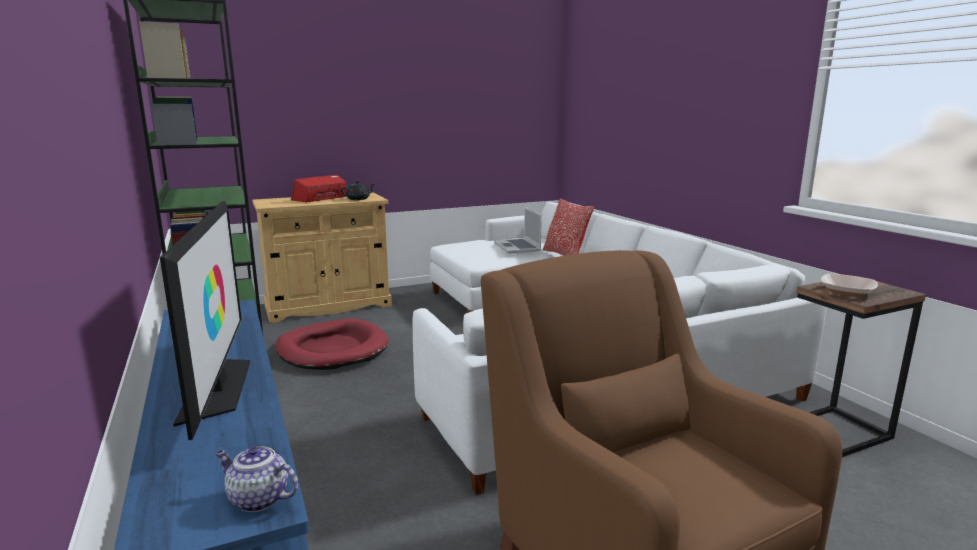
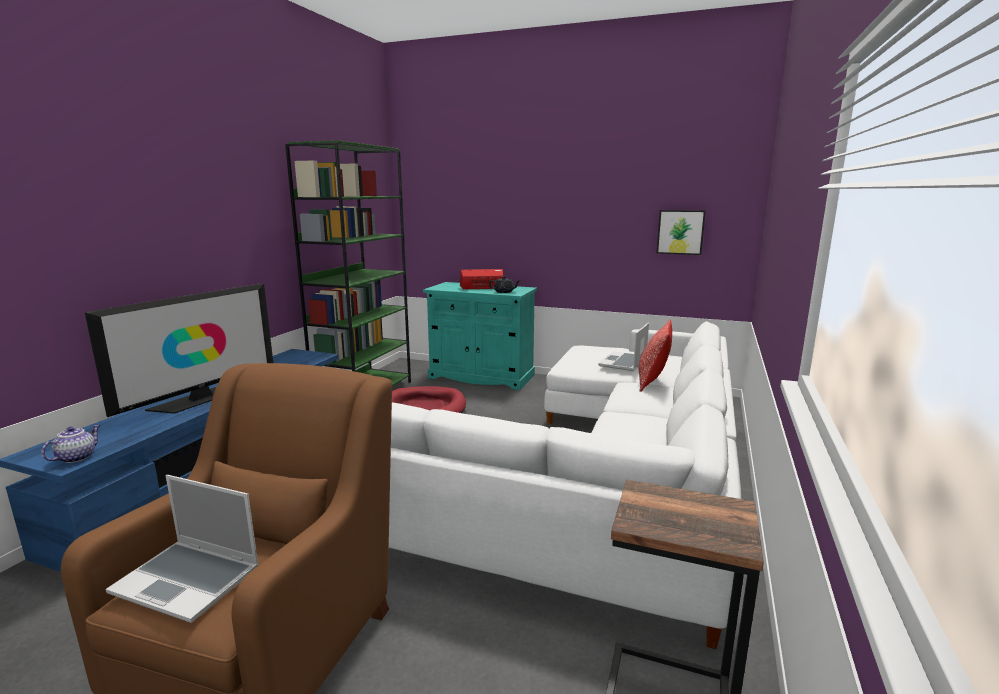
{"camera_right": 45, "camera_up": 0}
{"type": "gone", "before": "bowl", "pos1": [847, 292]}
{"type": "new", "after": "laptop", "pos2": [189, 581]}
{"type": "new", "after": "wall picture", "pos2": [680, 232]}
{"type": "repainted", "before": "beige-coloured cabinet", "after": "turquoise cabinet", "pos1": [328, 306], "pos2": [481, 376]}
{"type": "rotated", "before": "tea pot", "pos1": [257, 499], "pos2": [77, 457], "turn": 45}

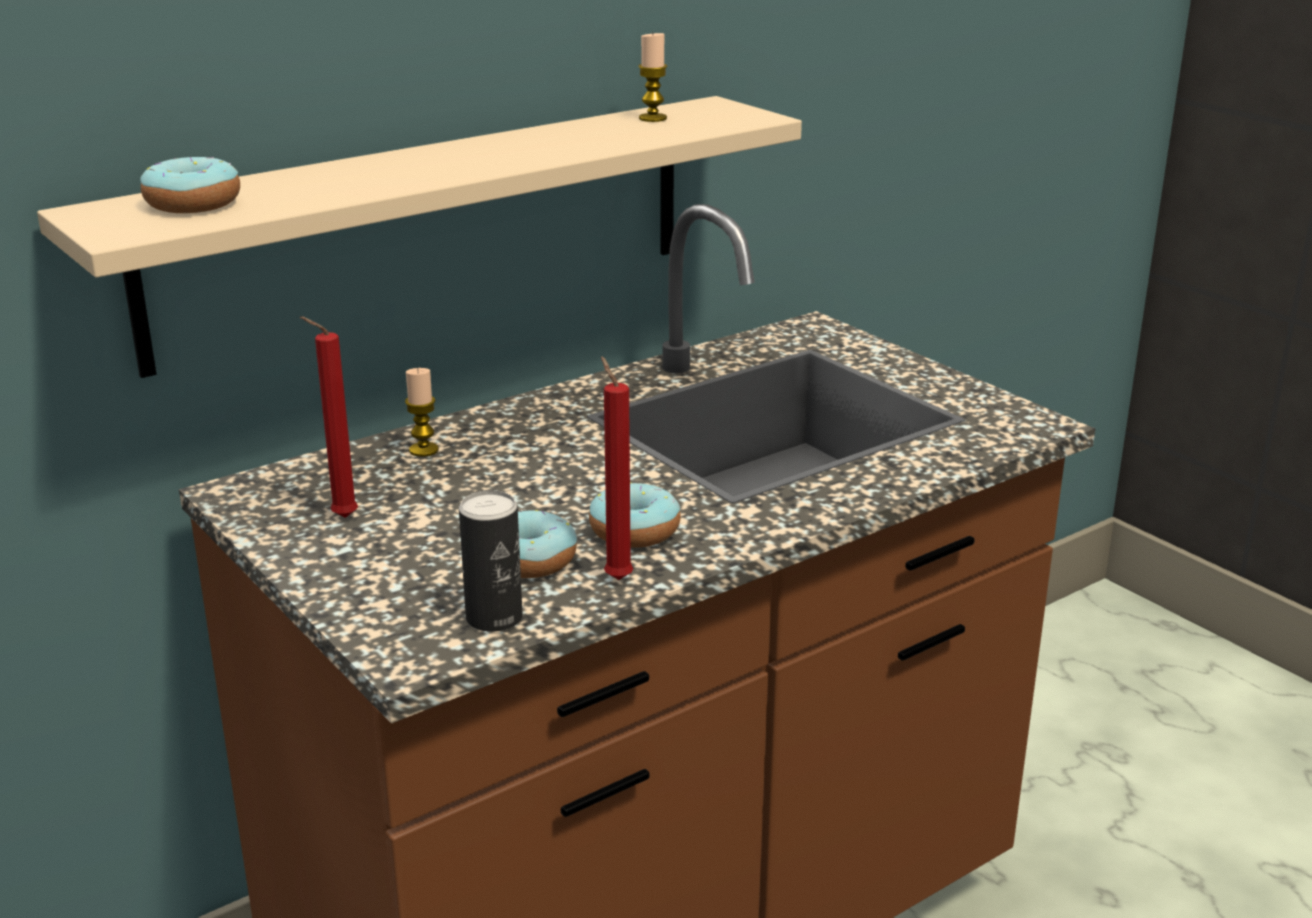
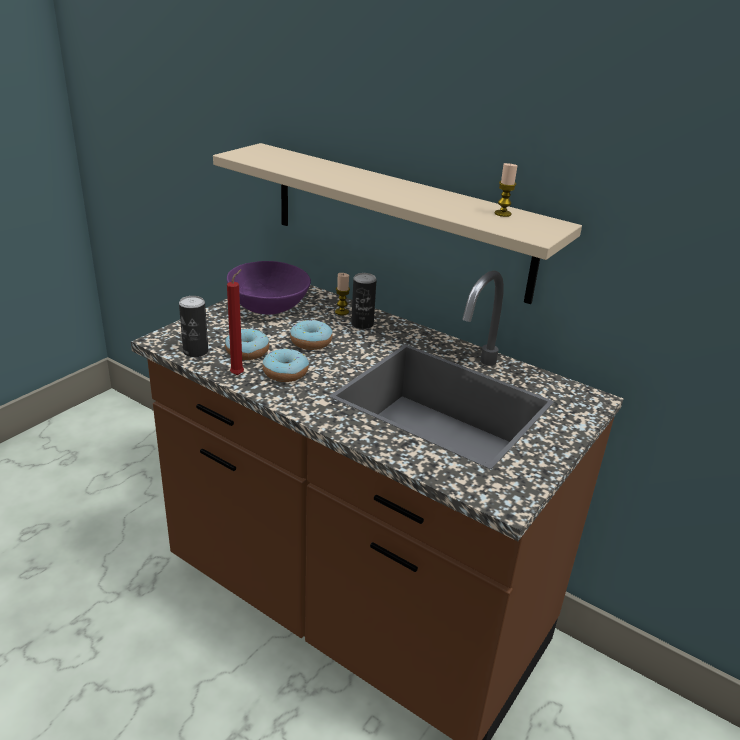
{"camera_right": 70, "camera_up": 5}
{"type": "new", "after": "can", "pos2": [362, 324]}
{"type": "shifted", "before": "donut", "pos1": [193, 203], "pos2": [311, 342]}
{"type": "swapped", "before": "red candle", "after": "purplish bowl", "pos1": [340, 518], "pos2": [269, 306]}

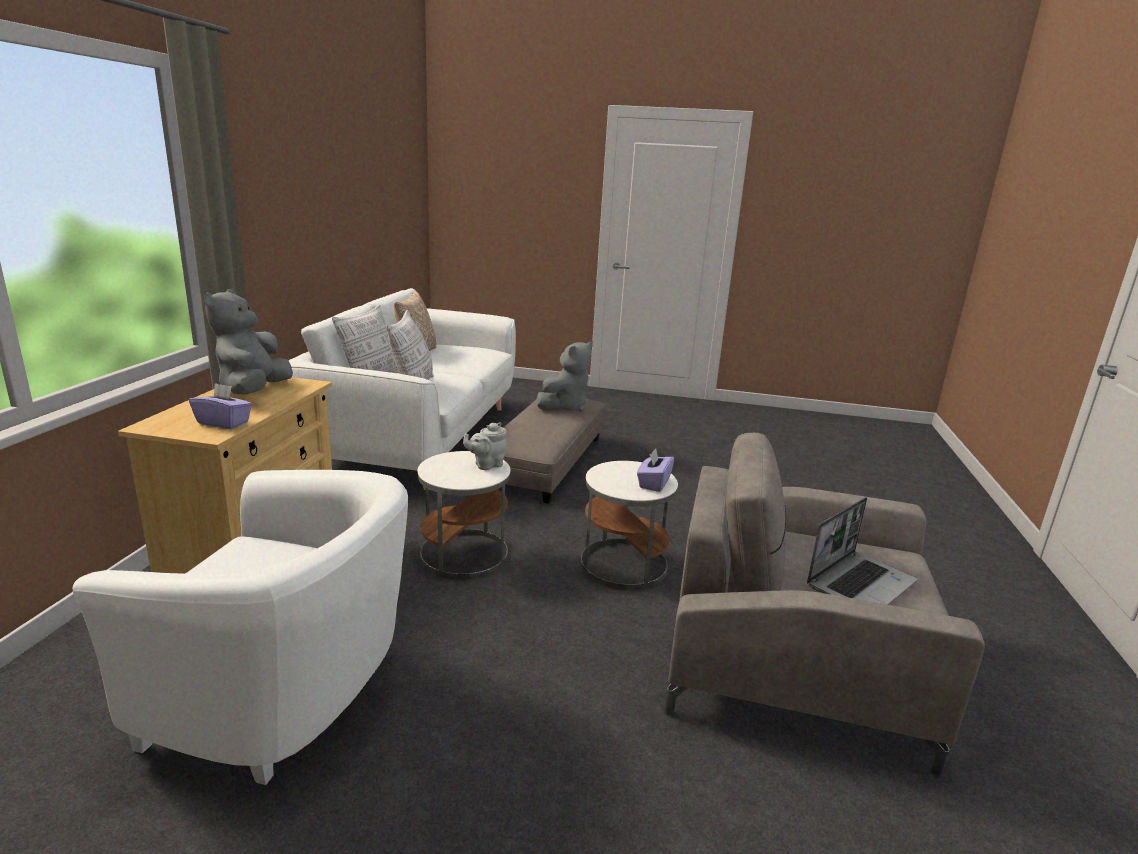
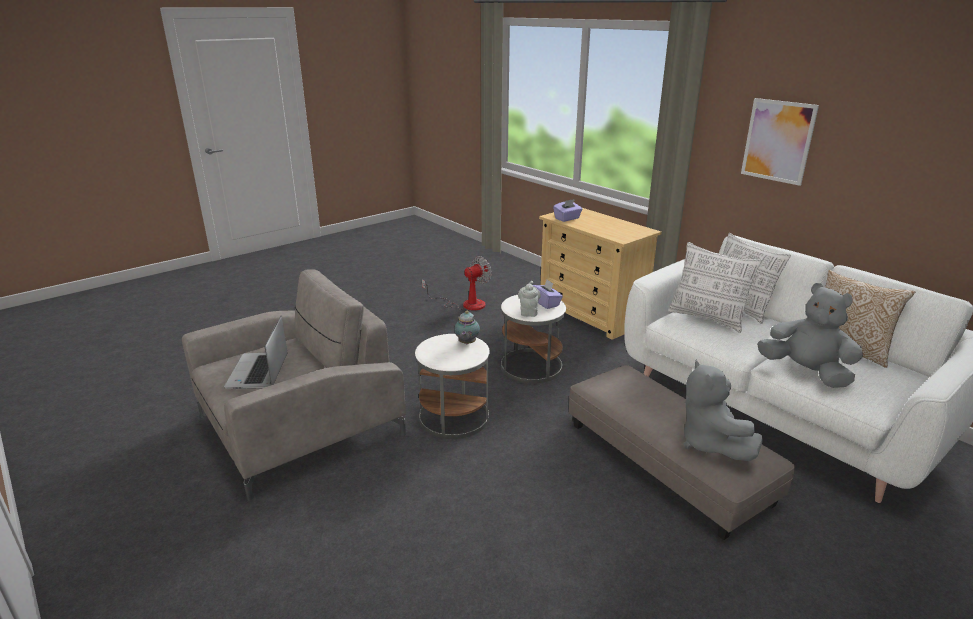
{"camera_right": 130, "camera_up": 5}
{"type": "new", "after": "tea pot", "pos2": [466, 343]}
{"type": "new", "after": "wall picture", "pos2": [778, 141]}
{"type": "shifted", "before": "grey cuddly toy", "pos1": [253, 391], "pos2": [806, 372]}
{"type": "shifted", "before": "purplish tissue holder", "pos1": [653, 483], "pos2": [546, 303]}
{"type": "swapped", "before": "whitish lounge chair", "after": "electric fan", "pos1": [289, 699], "pos2": [465, 304]}

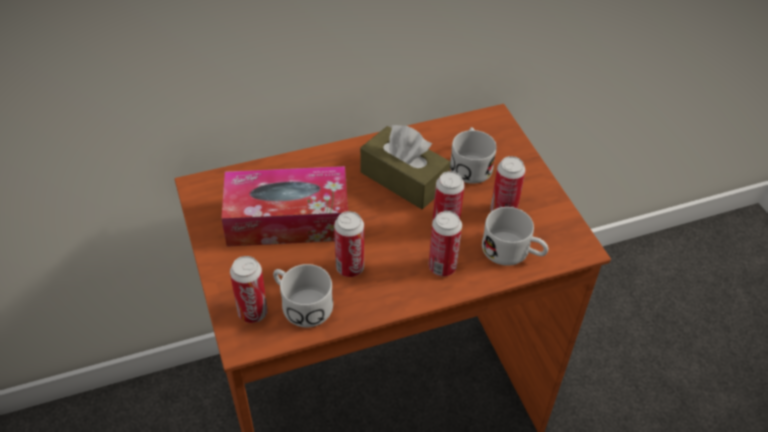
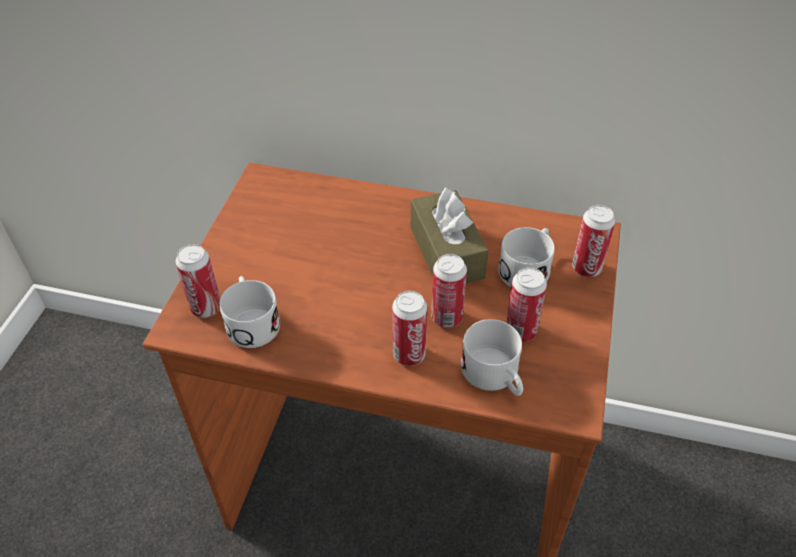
{"camera_right": 35, "camera_up": 0}
{"type": "gone", "before": "tissue holder", "pos1": [288, 219]}
{"type": "shifted", "before": "can", "pos1": [350, 268], "pos2": [586, 268]}

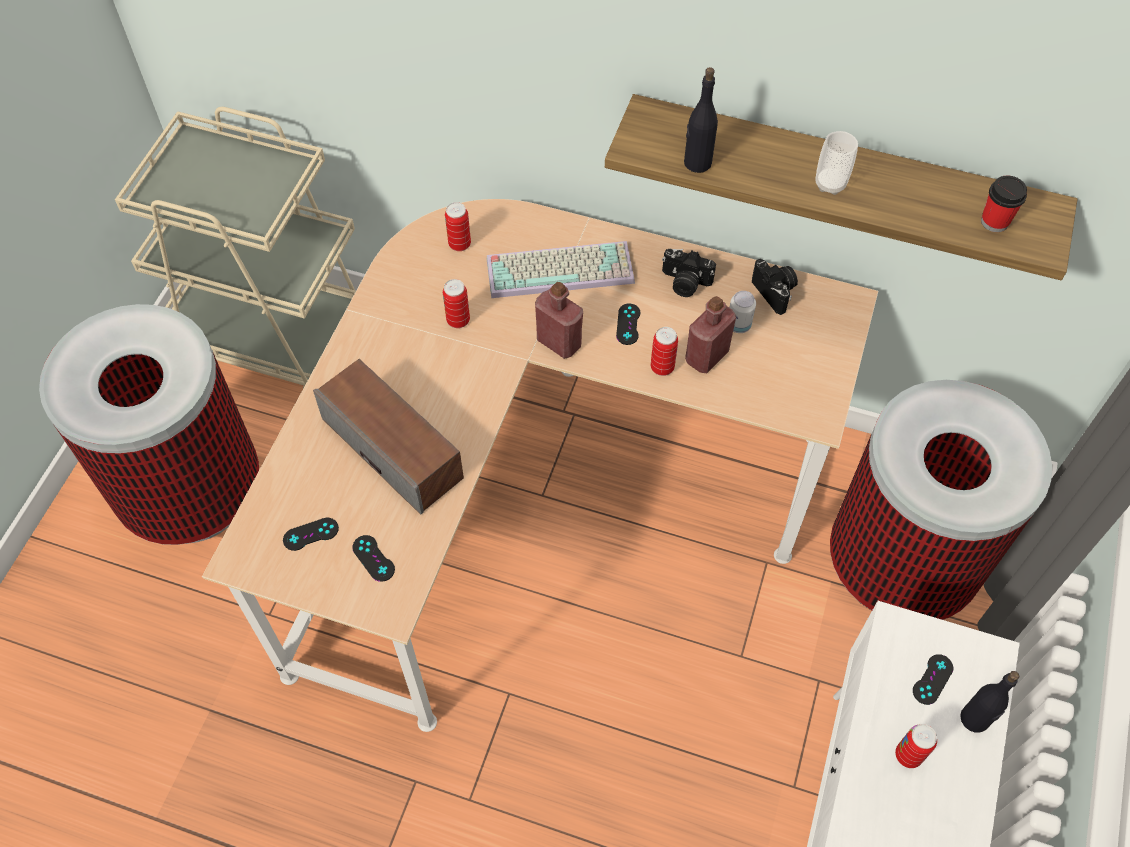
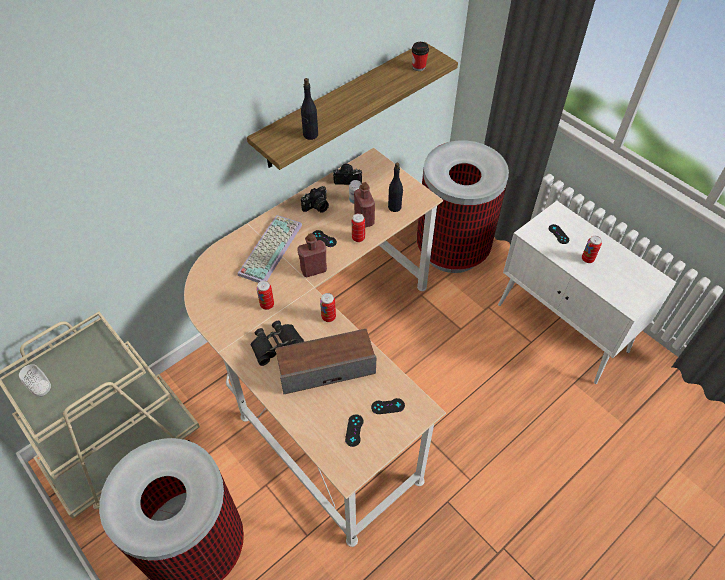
{"camera_right": -60, "camera_up": -5}
{"type": "new", "after": "black binoculars", "pos2": [276, 345]}
{"type": "shifted", "before": "can", "pos1": [459, 244], "pos2": [328, 317]}
{"type": "shifted", "before": "drinking cup", "pos1": [830, 184], "pos2": [42, 389]}
{"type": "shifted", "before": "black bottle", "pos1": [975, 719], "pos2": [395, 207]}

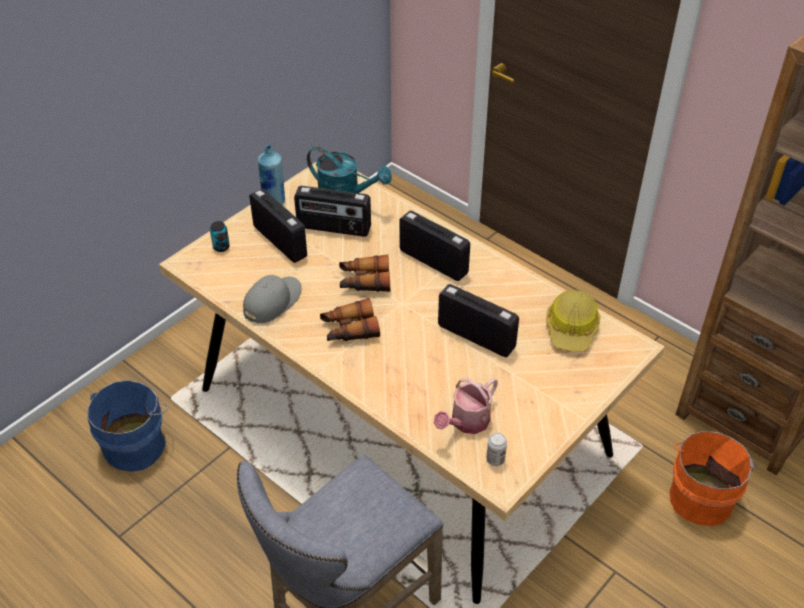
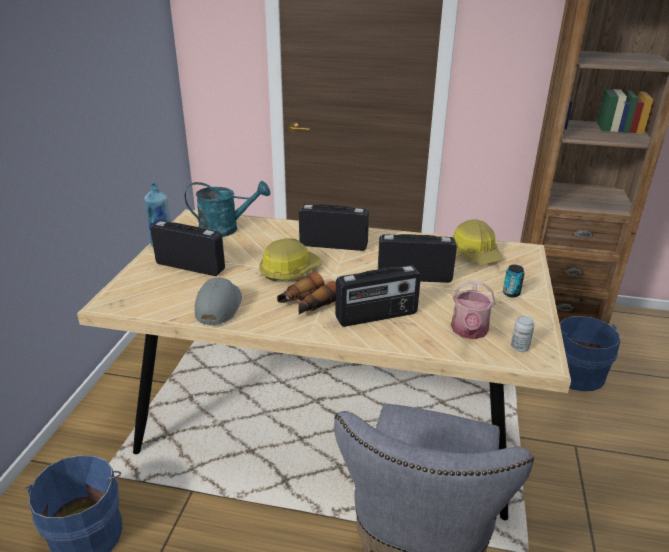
{"camera_right": -30, "camera_up": -15}
{"type": "shifted", "before": "can", "pos1": [221, 247], "pos2": [511, 293]}
{"type": "shifted", "before": "radio set", "pos1": [333, 228], "pos2": [377, 316]}
{"type": "swapped", "before": "binoculars", "after": "work helmet", "pos1": [364, 281], "pos2": [289, 270]}
{"type": "repainted", "before": "orange-coloured water bucket", "after": "blue water bucket", "pos1": [701, 496], "pos2": [576, 373]}

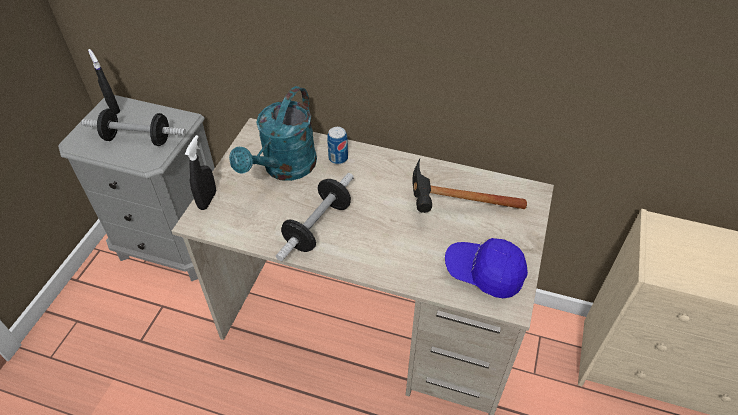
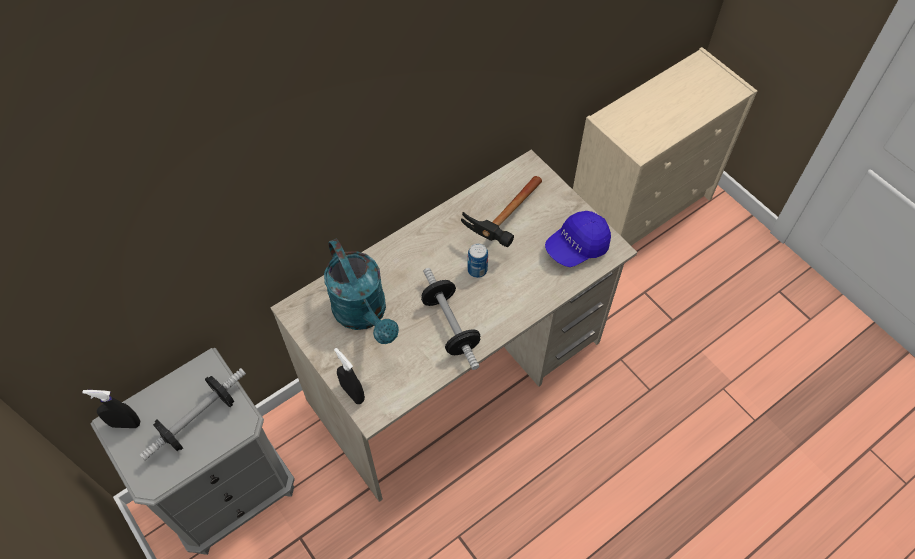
{"camera_right": -55, "camera_up": 10}
{"type": "shifted", "before": "can", "pos1": [338, 158], "pos2": [477, 270]}

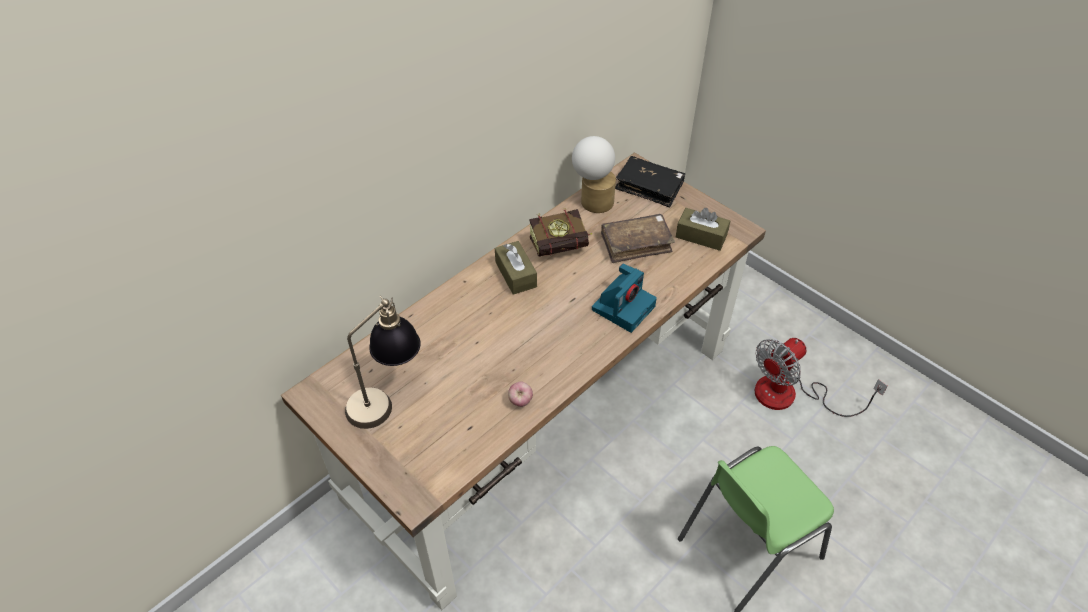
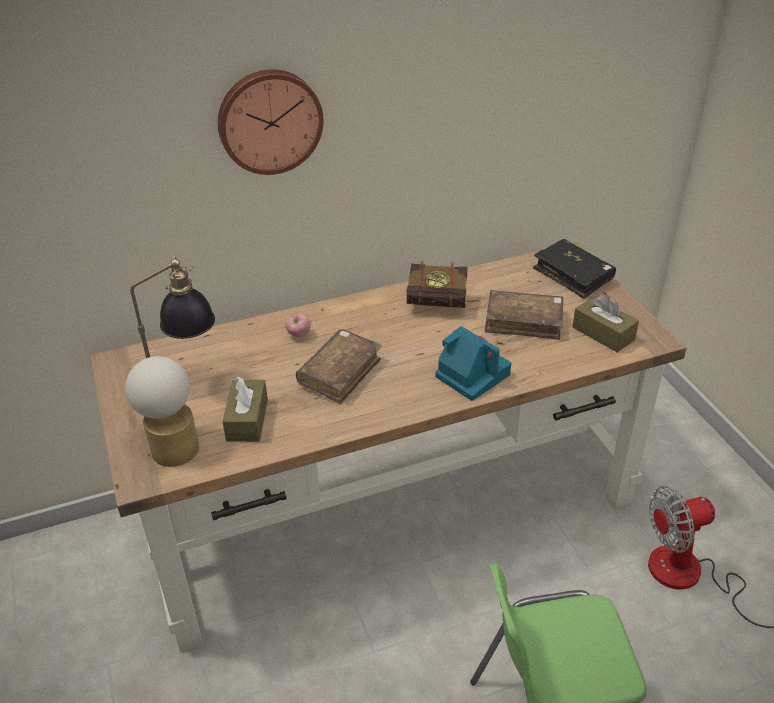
{"camera_right": 25, "camera_up": -10}
{"type": "new", "after": "clock on the wall", "pos2": [269, 121]}
{"type": "new", "after": "brown-coloured book", "pos2": [340, 373]}
{"type": "shifted", "before": "brown-coloured tissue holder", "pos1": [516, 274], "pos2": [247, 420]}
{"type": "shifted", "before": "whole apple", "pos1": [520, 401], "pos2": [299, 335]}
{"type": "shifted", "before": "lamp for a table", "pos1": [593, 200], "pos2": [173, 445]}
{"type": "rotated", "before": "still camera", "pos1": [623, 307], "pos2": [470, 375], "turn": -105}

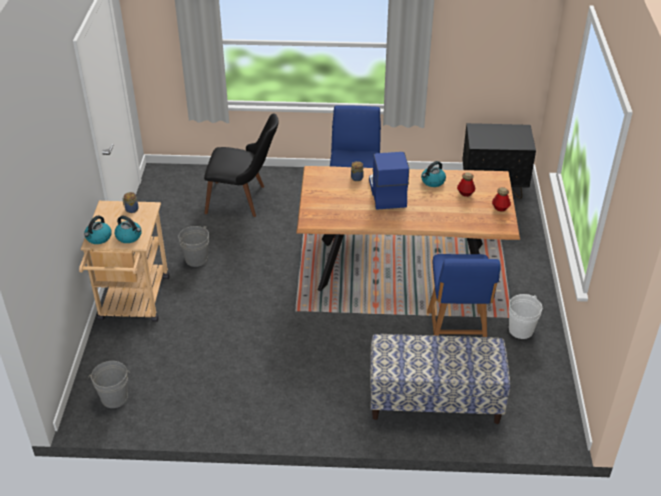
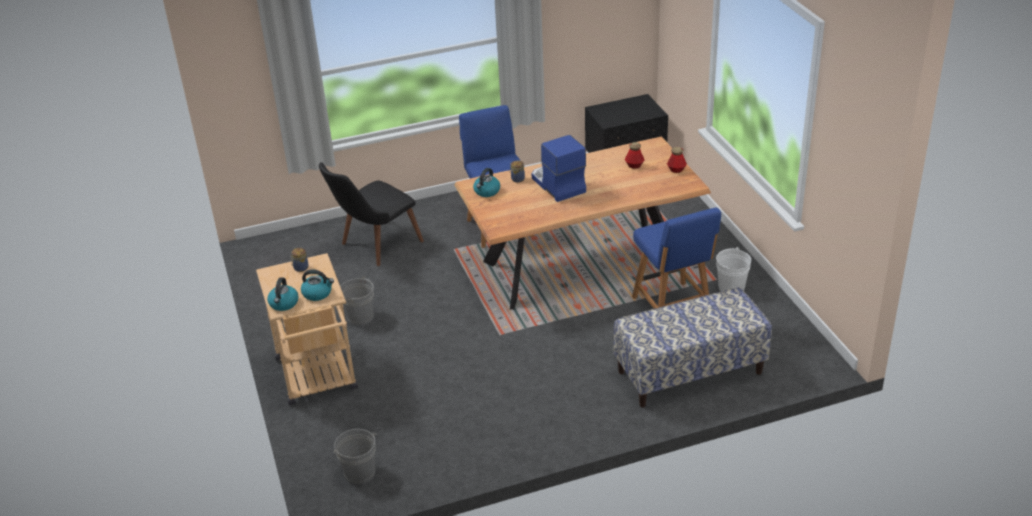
{"camera_right": -20, "camera_up": -5}
{"type": "shifted", "before": "water kettle", "pos1": [432, 181], "pos2": [487, 191]}
{"type": "rotated", "before": "black chair", "pos1": [244, 199], "pos2": [374, 247], "turn": 150}

